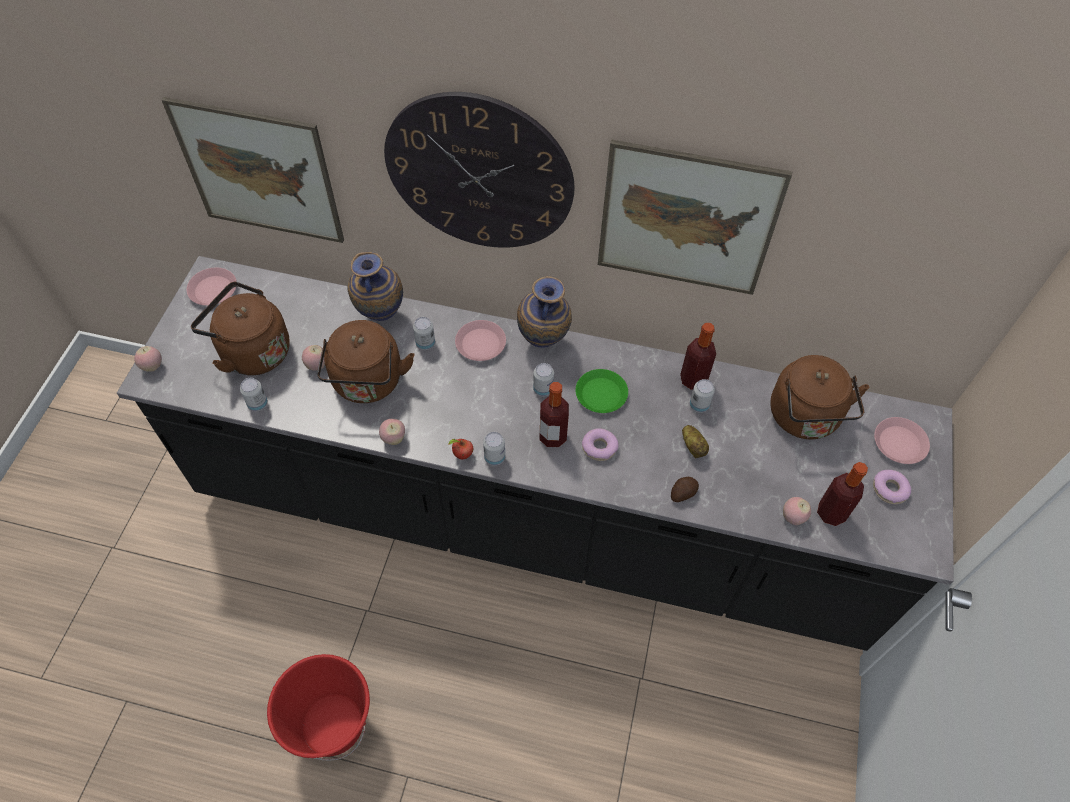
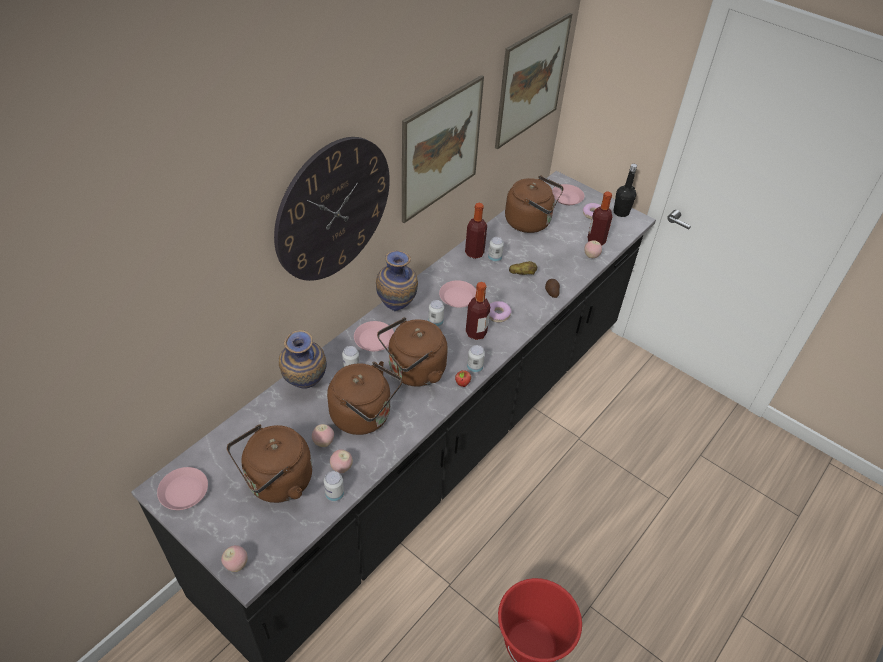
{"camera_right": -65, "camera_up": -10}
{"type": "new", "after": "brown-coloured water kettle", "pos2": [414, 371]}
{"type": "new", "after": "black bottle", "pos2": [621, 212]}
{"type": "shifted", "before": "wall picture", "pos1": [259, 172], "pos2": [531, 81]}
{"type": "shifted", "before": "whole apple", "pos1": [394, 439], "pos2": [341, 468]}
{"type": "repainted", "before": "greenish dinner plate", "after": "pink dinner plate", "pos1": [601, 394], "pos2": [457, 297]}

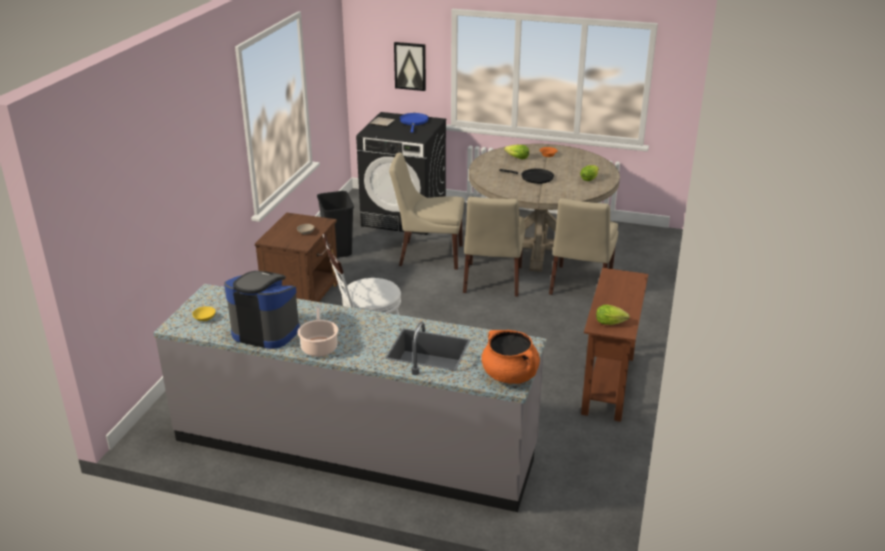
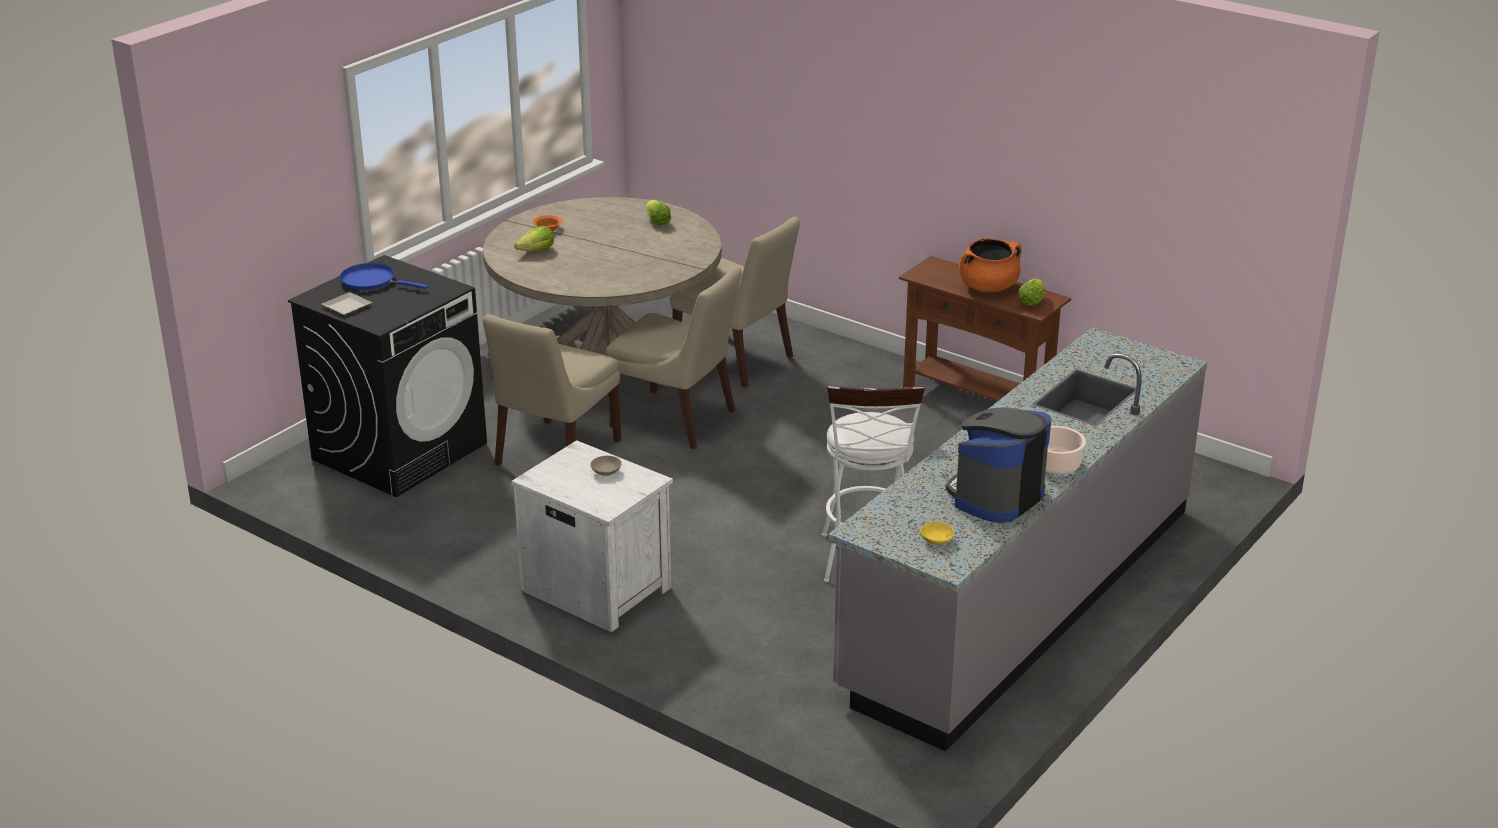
{"camera_right": -70, "camera_up": 0}
{"type": "gone", "before": "black trash can", "pos1": [339, 250]}
{"type": "gone", "before": "wall picture", "pos1": [410, 66]}
{"type": "gone", "before": "black skillet", "pos1": [534, 178]}
{"type": "shifted", "before": "orange-coloured saucepot", "pos1": [510, 375], "pos2": [988, 287]}
{"type": "repainted", "before": "brown-coloured nightstand", "after": "whitish nightstand", "pos1": [303, 294], "pos2": [595, 588]}

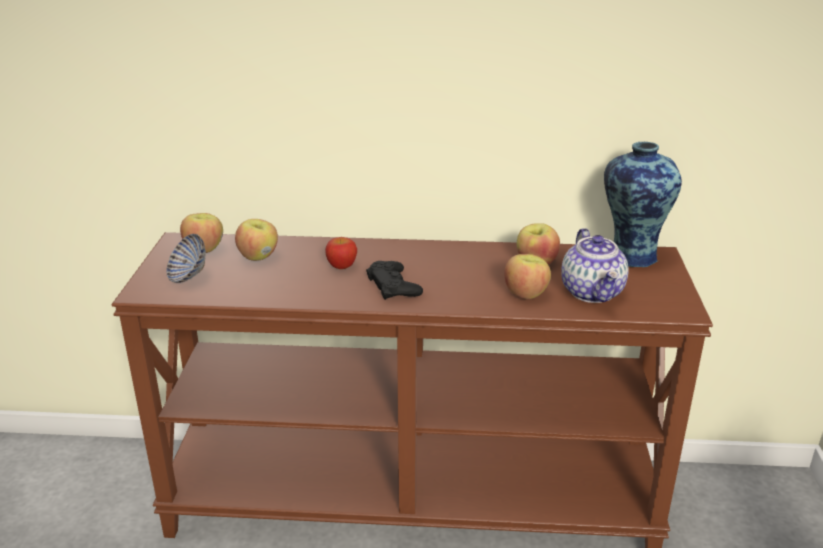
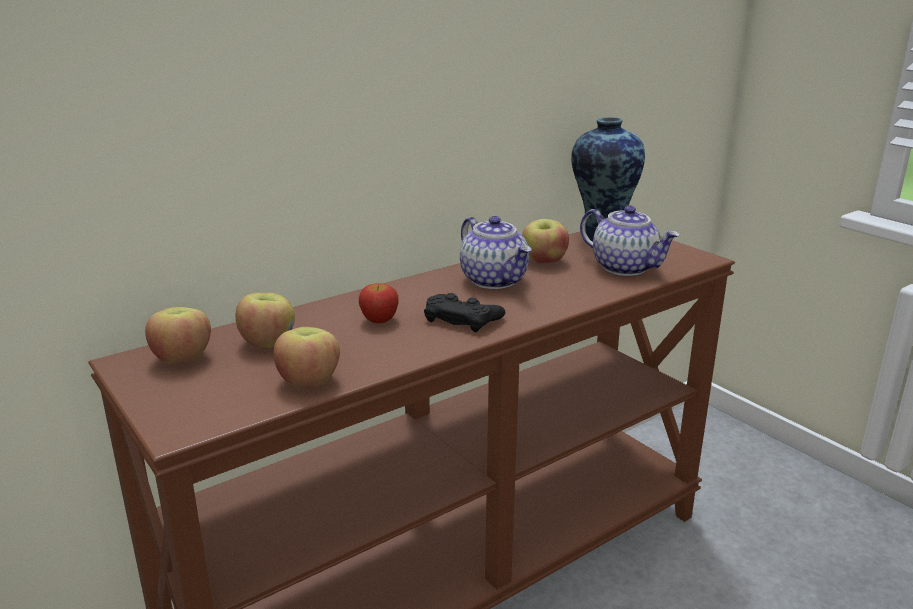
{"camera_right": -40, "camera_up": -5}
{"type": "gone", "before": "bowl", "pos1": [188, 276]}
{"type": "new", "after": "tea pot", "pos2": [495, 280]}
{"type": "shifted", "before": "whole apple", "pos1": [526, 293], "pos2": [309, 381]}

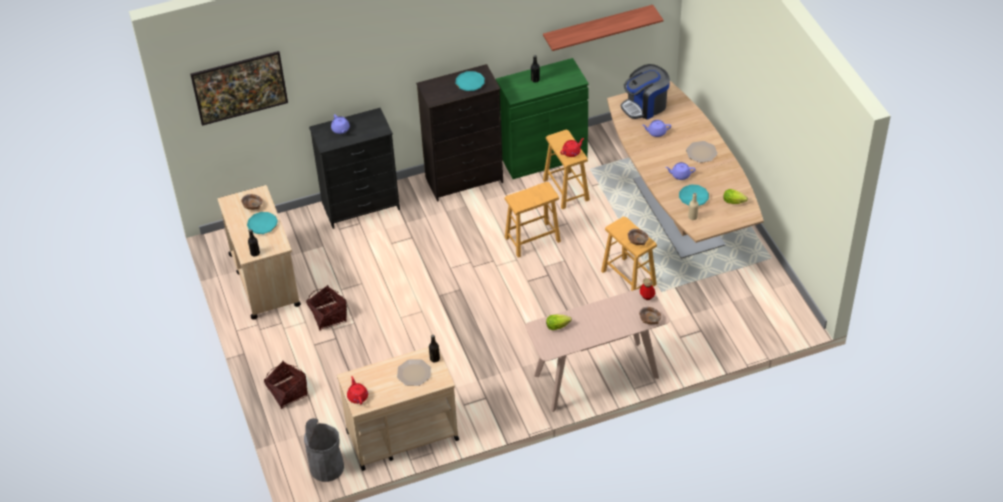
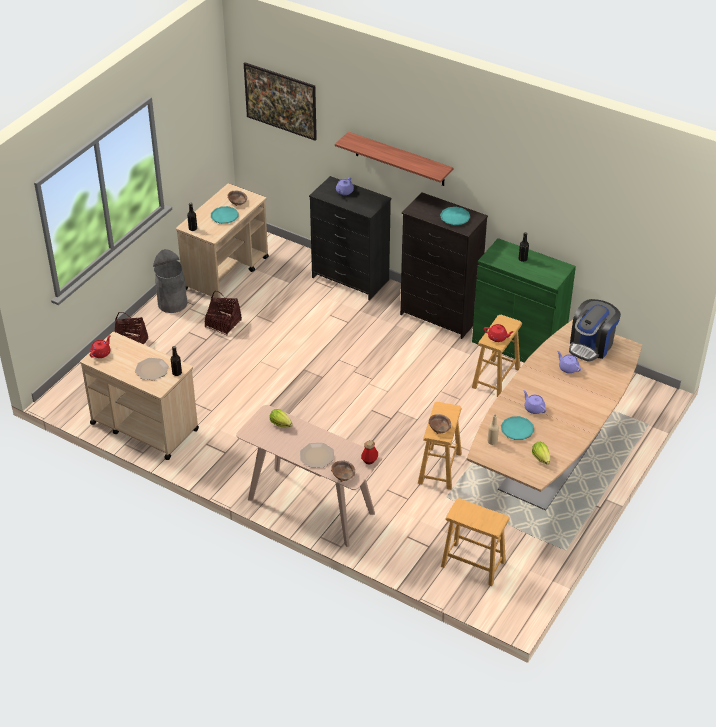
{"camera_right": 50, "camera_up": -5}
{"type": "shifted", "before": "grey trash can", "pos1": [327, 467], "pos2": [172, 303]}
{"type": "shifted", "before": "brown-coloured sitting stool", "pos1": [532, 239], "pos2": [473, 564]}
{"type": "shifted", "before": "bracket shelf", "pos1": [598, 28], "pos2": [399, 159]}
{"type": "shifted", "before": "dinner plate", "pos1": [701, 152], "pos2": [316, 456]}
{"type": "rotated", "before": "coffee brewer", "pos1": [645, 106], "pos2": [591, 345], "turn": -75}

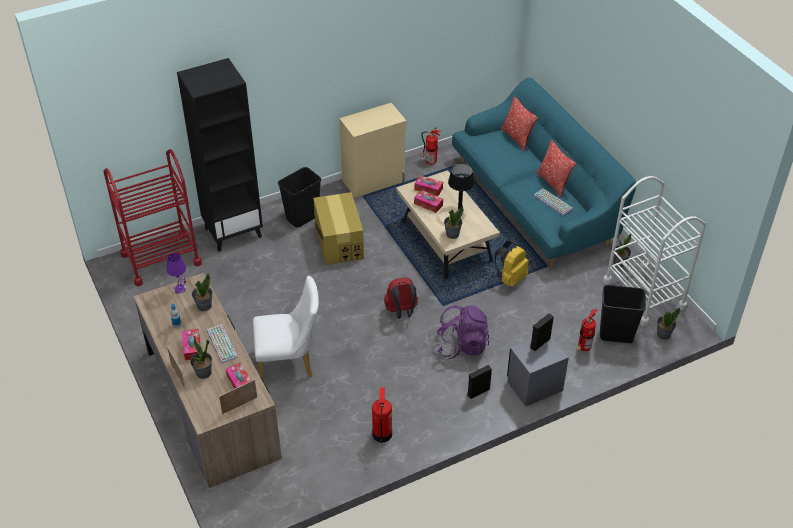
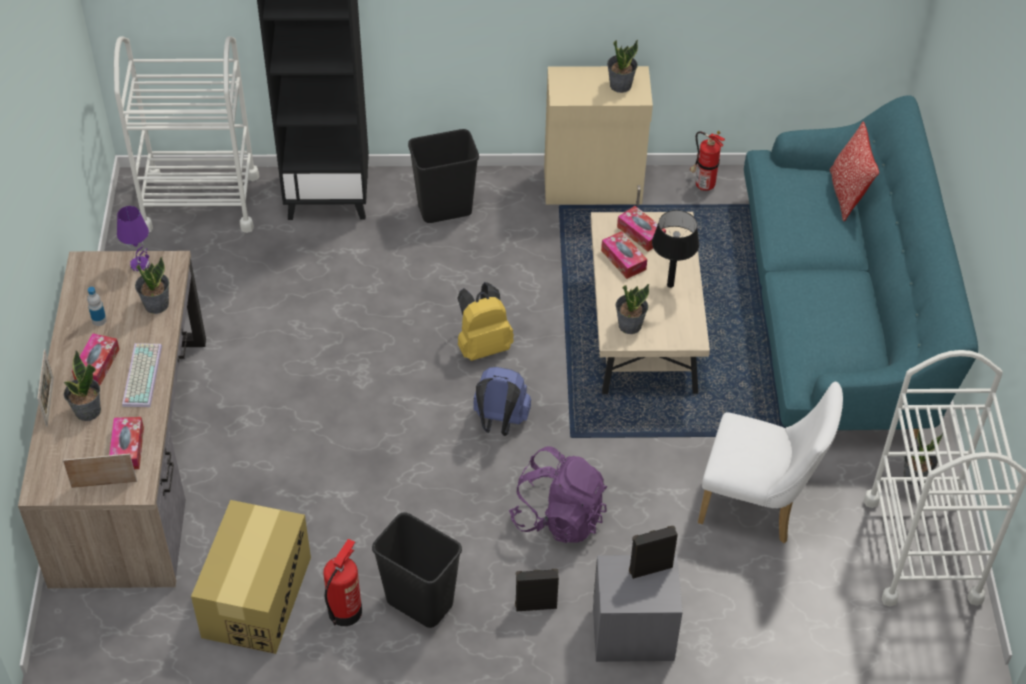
{"camera_right": 25, "camera_up": 5}
{"type": "gone", "before": "PC keyboard", "pos1": [554, 202]}
{"type": "gone", "before": "cushion", "pos1": [553, 183]}
{"type": "gone", "before": "fire-fighting cylinder", "pos1": [583, 348]}
{"type": "shifted", "before": "whitish chair", "pos1": [290, 363], "pos2": [759, 505]}
{"type": "shifted", "before": "carton", "pos1": [339, 242], "pos2": [256, 597]}
{"type": "shifted", "before": "yellowish rucksack", "pos1": [510, 278], "pos2": [483, 346]}
{"type": "shifted", "before": "black trash can", "pos1": [616, 335], "pos2": [418, 603]}
{"type": "shifted", "before": "plant in a pot", "pos1": [663, 334], "pos2": [620, 85]}
{"type": "repainted", "before": "red trolley", "after": "whitish trolley", "pos1": [161, 259], "pos2": [200, 202]}
{"type": "repainted", "before": "red rucksack", "after": "blue rucksack", "pos1": [401, 312], "pos2": [500, 422]}

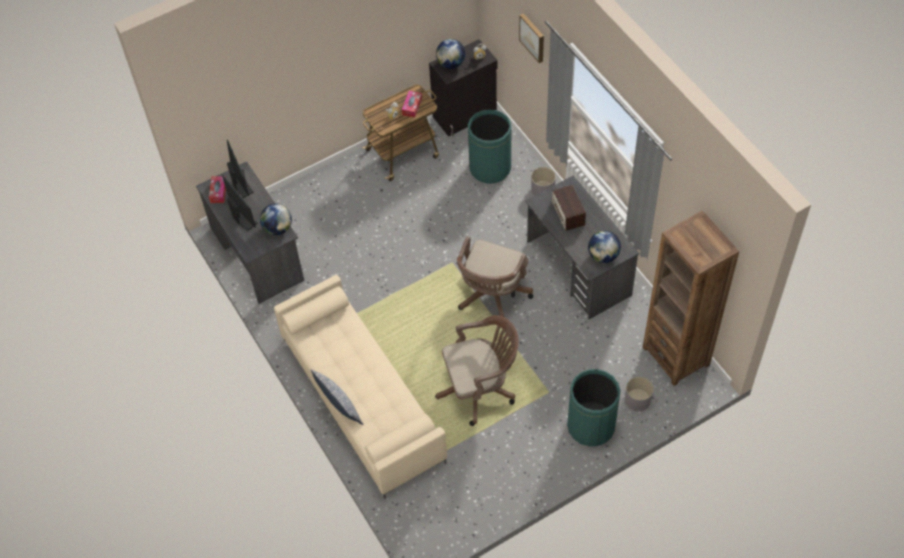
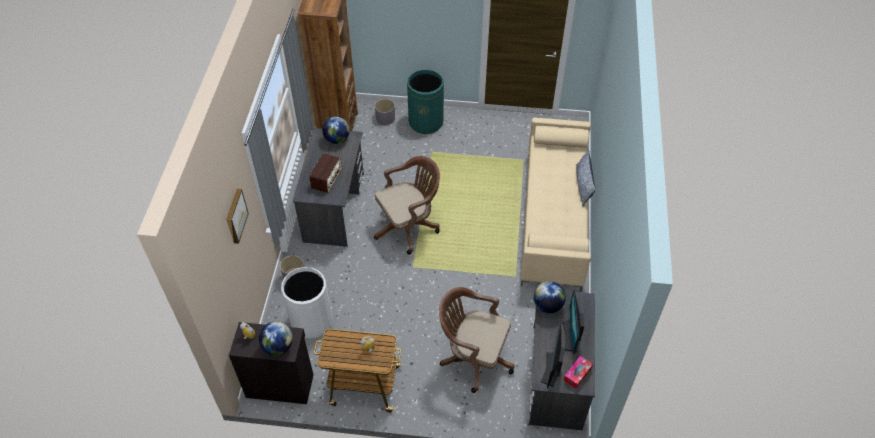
{"camera_right": -145, "camera_up": -5}
{"type": "gone", "before": "tissue holder", "pos1": [412, 106]}
{"type": "shifted", "before": "brown-coloured computer chair", "pos1": [480, 388], "pos2": [473, 357]}
{"type": "repainted", "before": "greenish trash can", "after": "whitish trash can", "pos1": [490, 168], "pos2": [311, 321]}

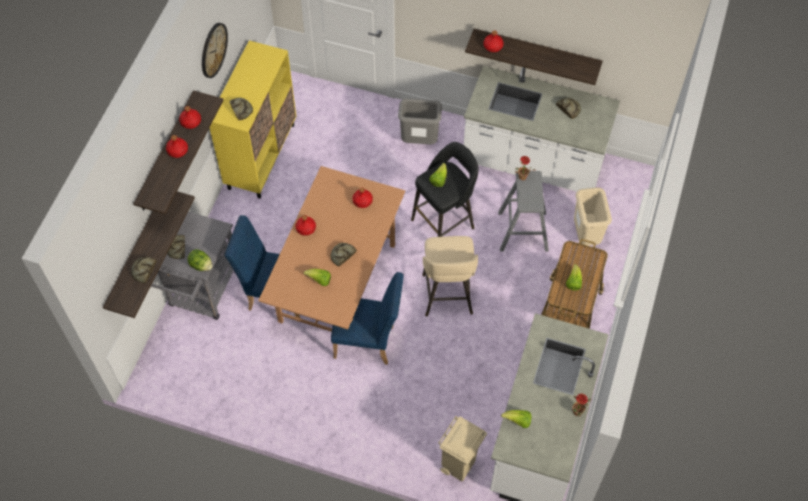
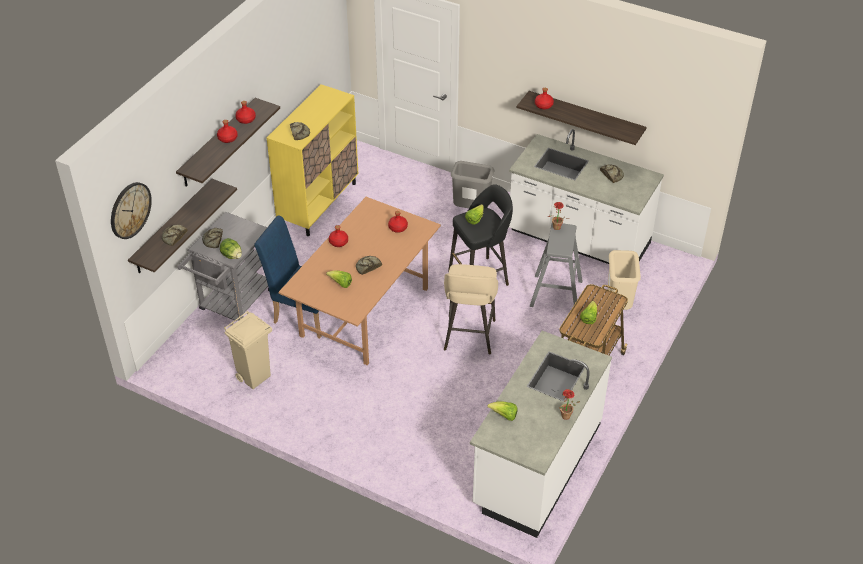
{"camera_right": 10, "camera_up": -15}
{"type": "gone", "before": "blue chair", "pos1": [369, 343]}
{"type": "shifted", "before": "clock on the wall", "pos1": [213, 50], "pos2": [130, 210]}
{"type": "shifted", "before": "beige-coloured trash can", "pos1": [459, 465], "pos2": [255, 377]}

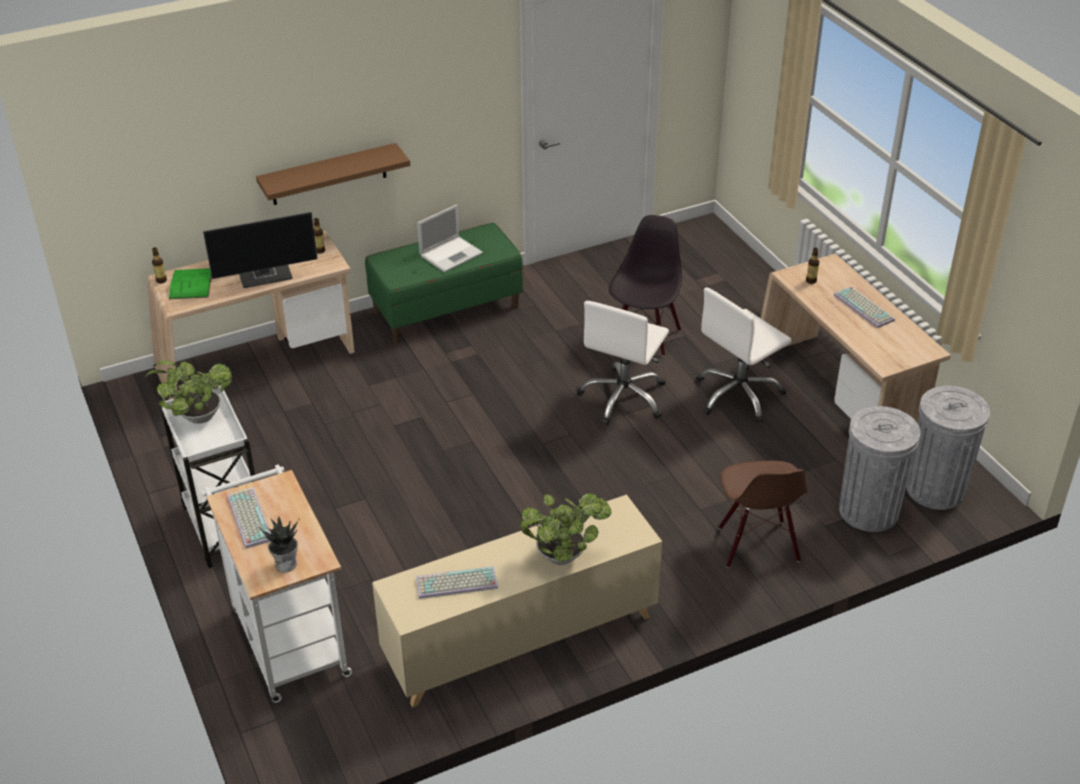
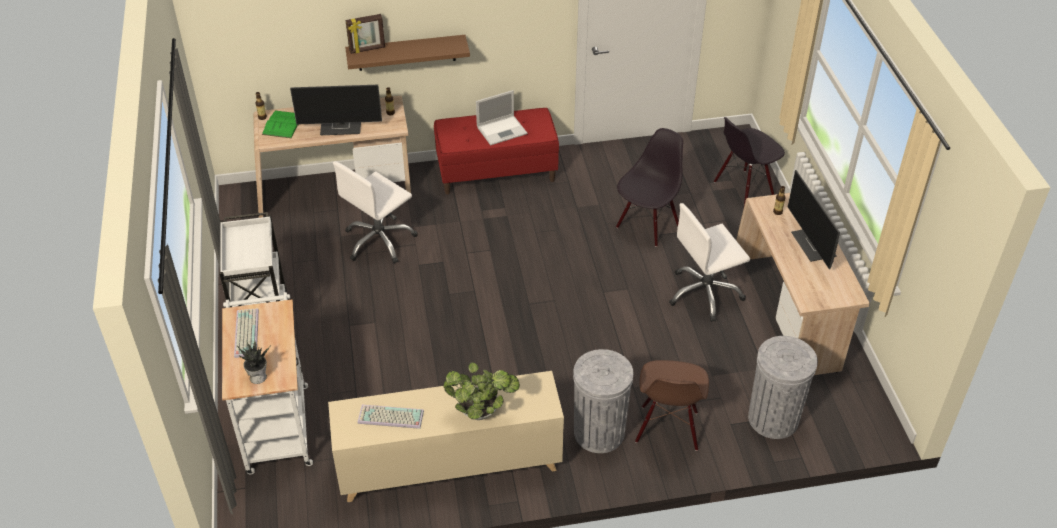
{"camera_right": 15, "camera_up": 5}
{"type": "gone", "before": "plant in a pot", "pos1": [196, 416]}
{"type": "new", "after": "standing frame", "pos2": [367, 49]}
{"type": "new", "after": "black chair", "pos2": [743, 189]}
{"type": "shifted", "before": "whitish computer chair", "pos1": [624, 397], "pos2": [379, 241]}
{"type": "shifted", "before": "grey trash can", "pos1": [935, 489], "pos2": [599, 432]}
{"type": "swapped", "before": "PC keyboard", "after": "computer screen", "pos1": [865, 308], "pos2": [814, 245]}
{"type": "repainted", "before": "greenish bench", "after": "red bench", "pos1": [446, 309], "pos2": [496, 172]}

